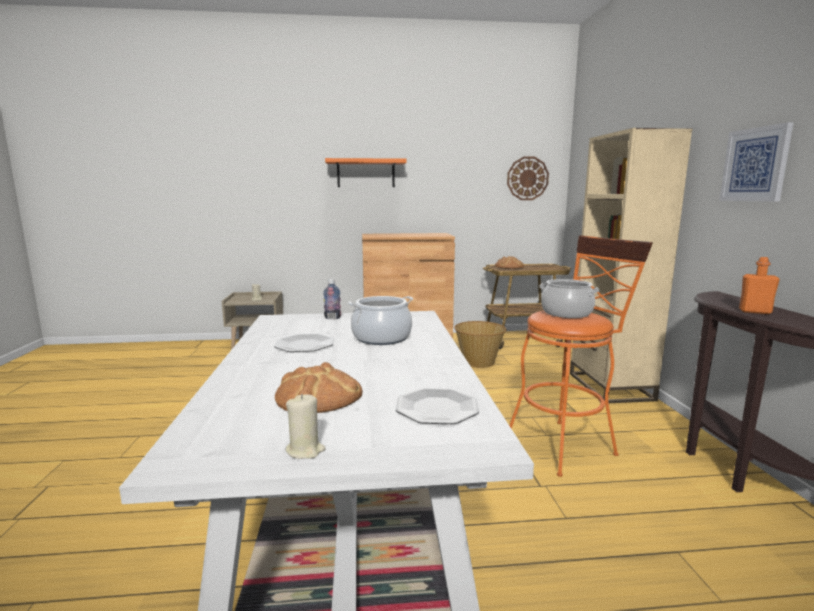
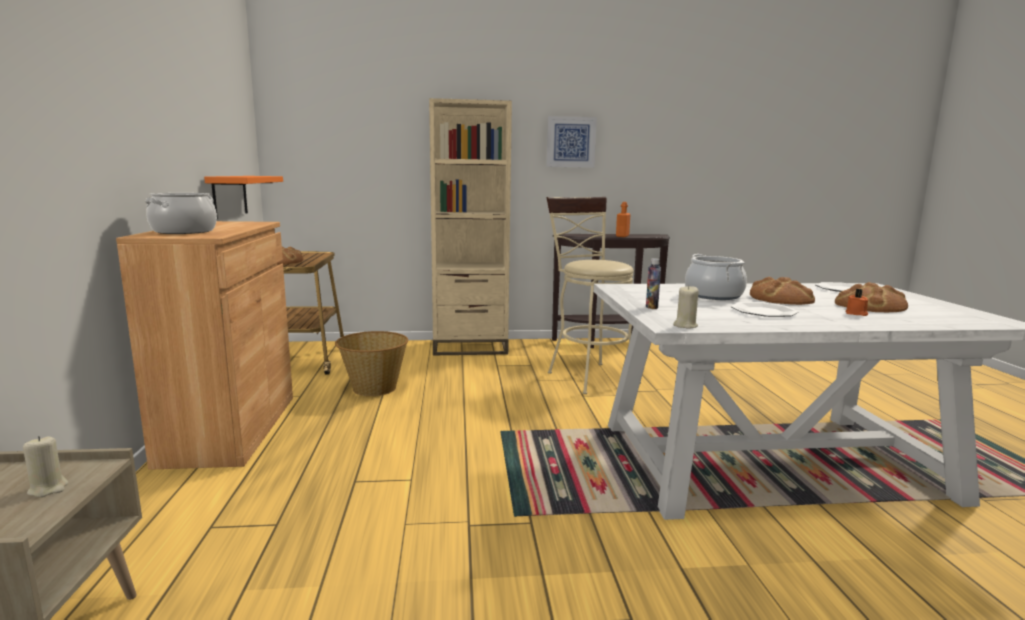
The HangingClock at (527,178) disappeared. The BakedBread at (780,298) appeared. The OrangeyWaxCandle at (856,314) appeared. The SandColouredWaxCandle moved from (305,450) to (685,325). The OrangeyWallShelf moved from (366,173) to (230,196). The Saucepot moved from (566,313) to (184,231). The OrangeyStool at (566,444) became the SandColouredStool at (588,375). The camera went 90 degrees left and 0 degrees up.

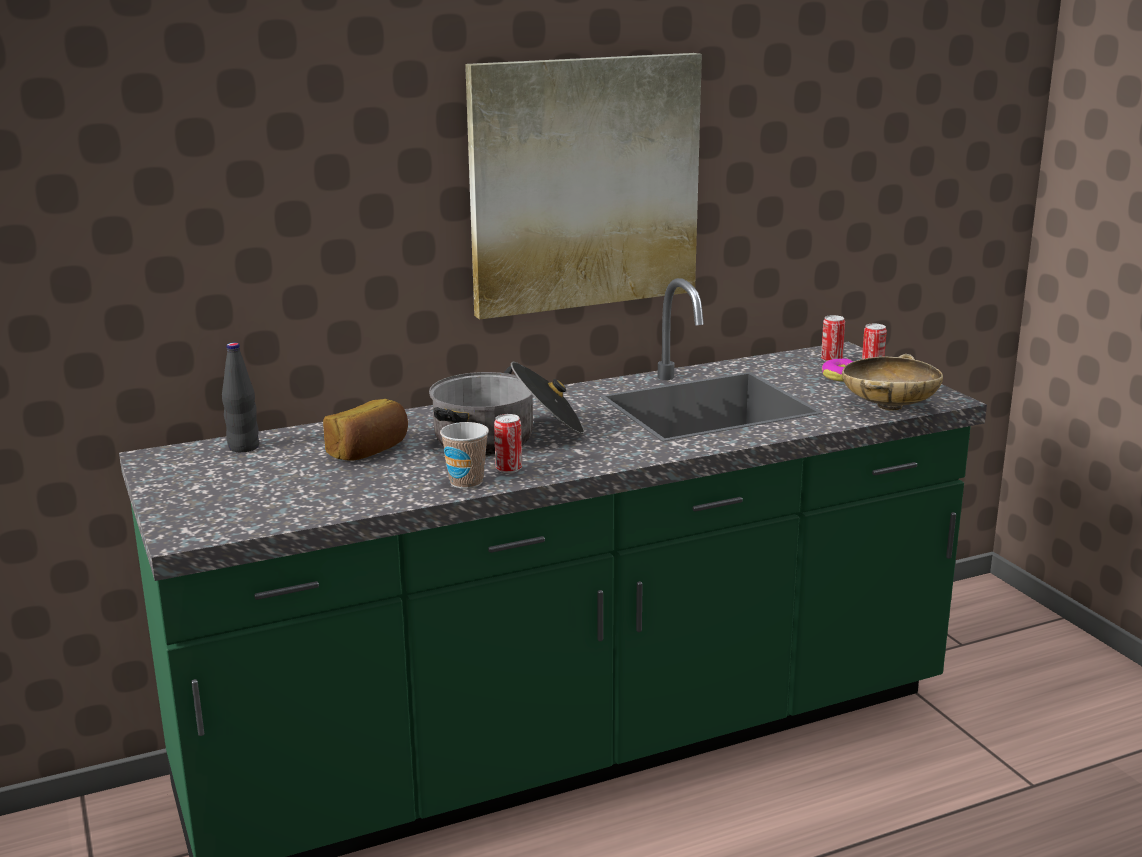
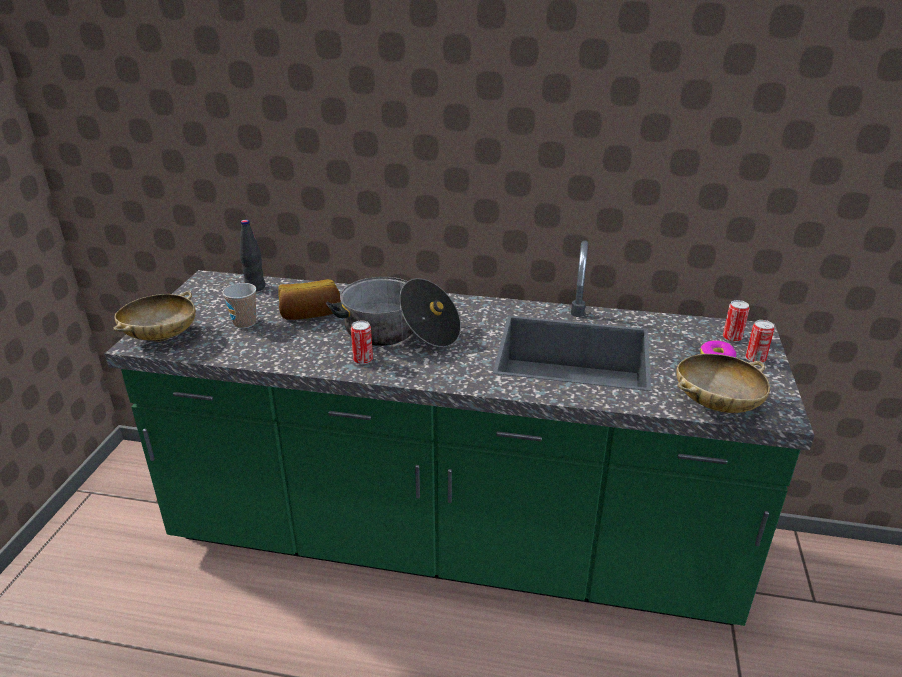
The WallArt at (584,184) disappeared. The SandColouredBowl at (160,337) appeared. The SmallCup moved from (466,482) to (244,323). The camera went 35 degrees right and 10 degrees up.

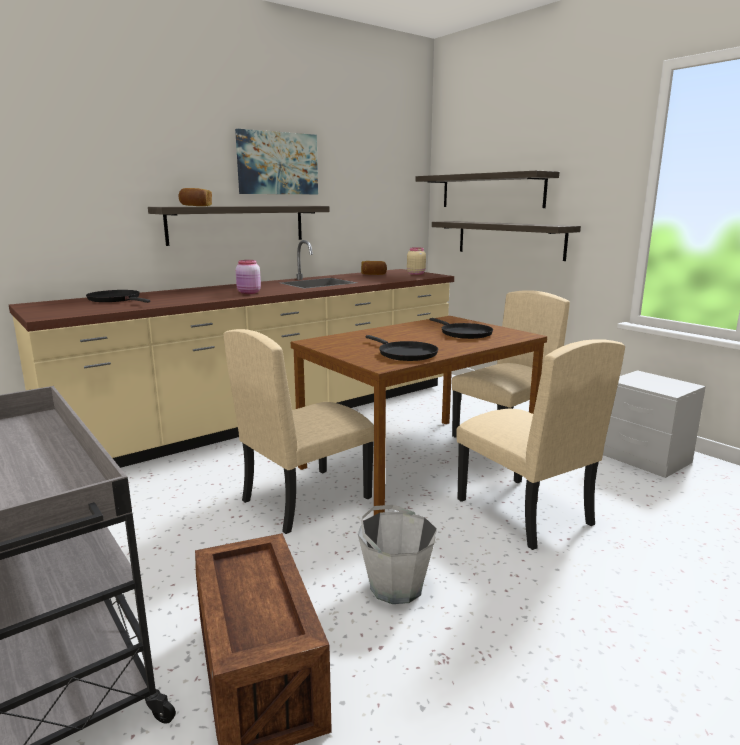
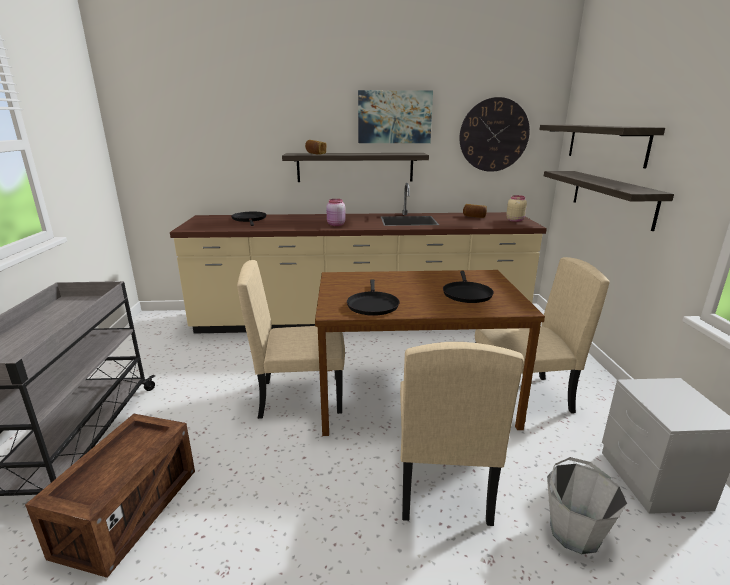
The HangingClock at (494,135) appeared. The GreyWaterBucket moved from (396,586) to (575,532). The camera went 35 degrees right and 5 degrees up.

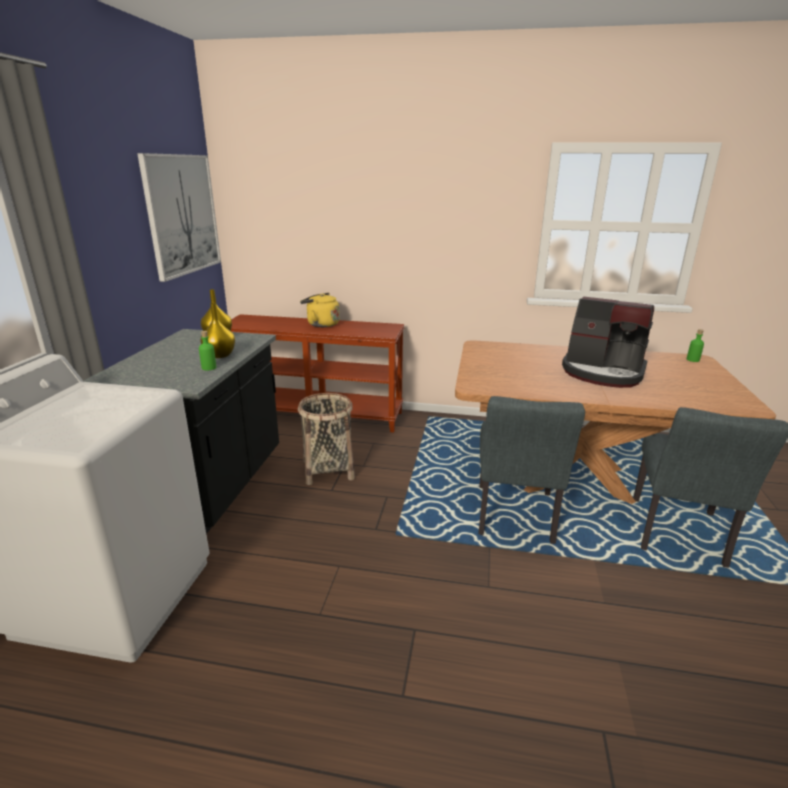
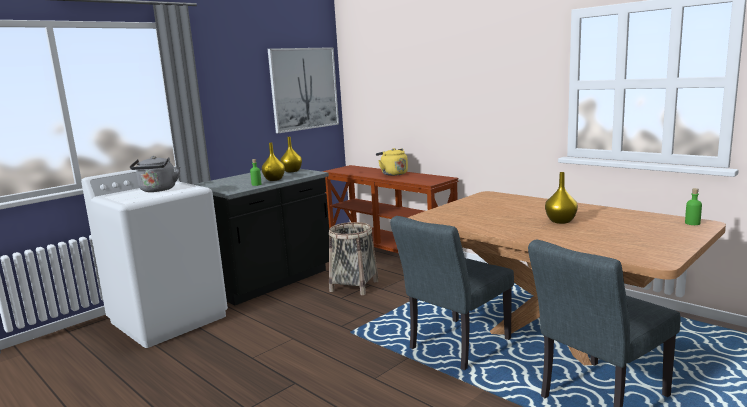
The GreyWaterKettle at (157,190) appeared. The CoffeeMachine at (603,372) was replaced by the YellowColouredFlowerVase at (561,221). The camera went 35 degrees right and 10 degrees down.

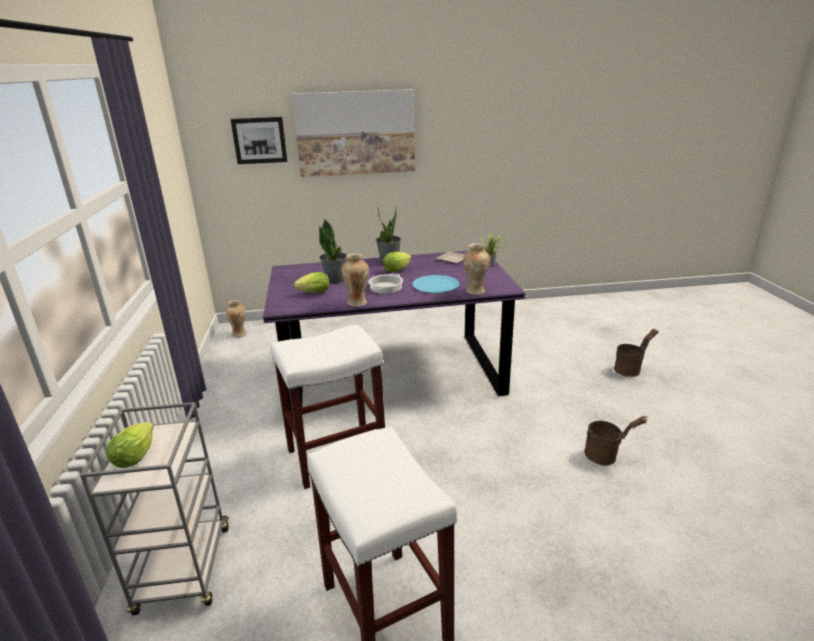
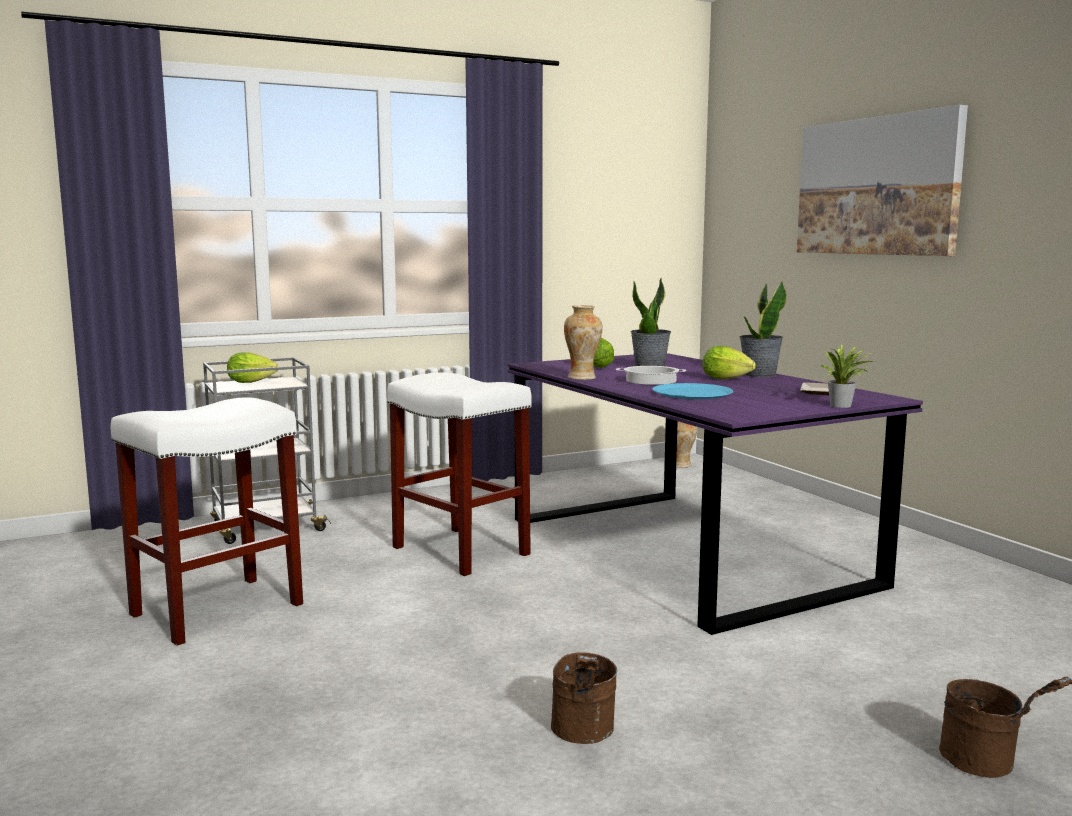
The WallArt at (259,140) disappeared. The FlowerVase at (475,291) disappeared. The camera went 70 degrees right and 15 degrees down.

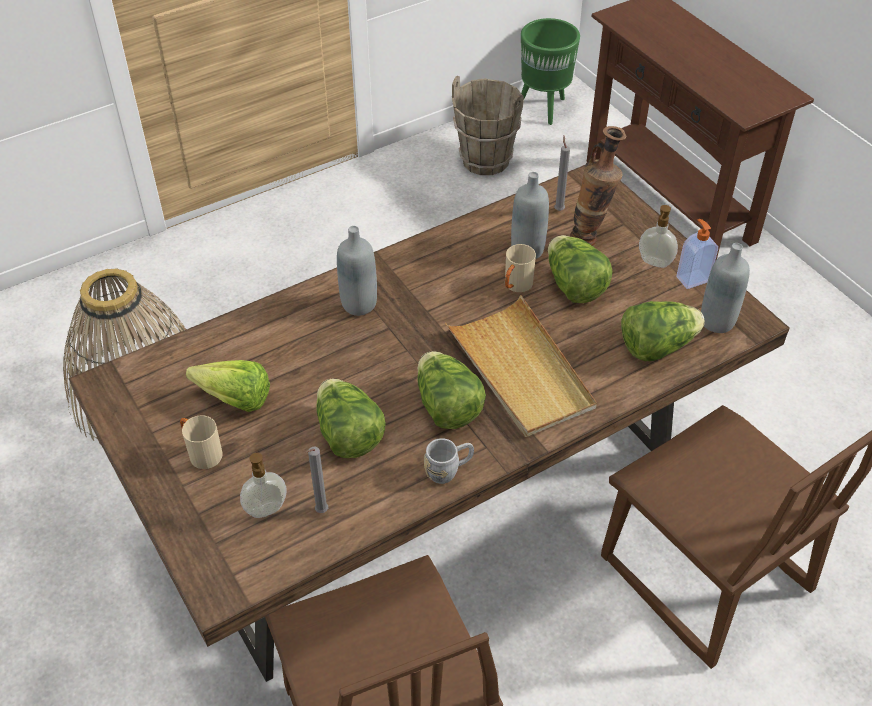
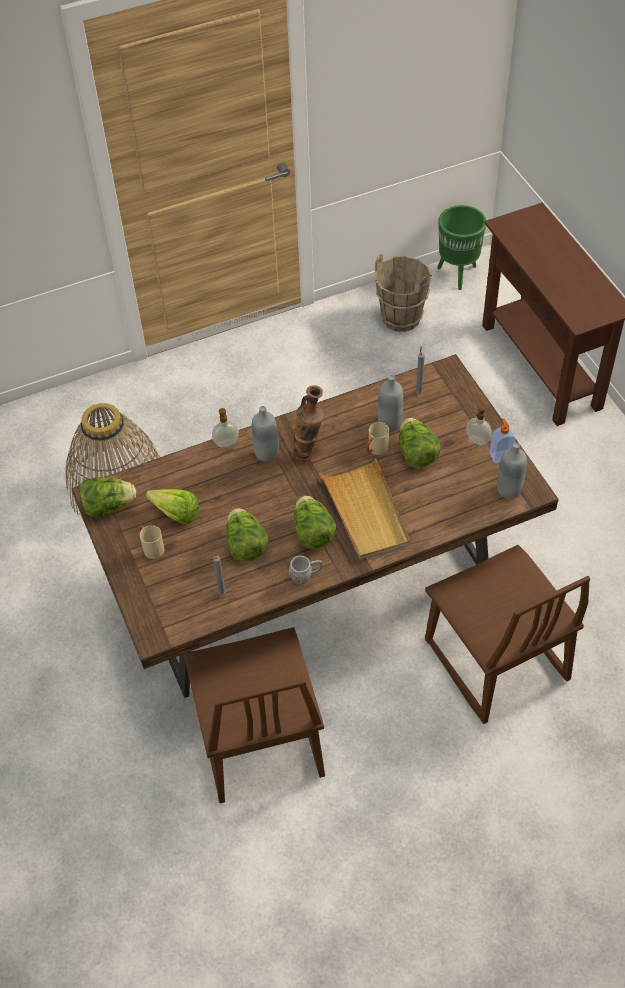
The SoapDispenser moved from (267,510) to (226,444). The FlowerVase moved from (591,237) to (309,454). The Lettuce moved from (657,346) to (108,506). The camera went 10 degrees right and 5 degrees up.

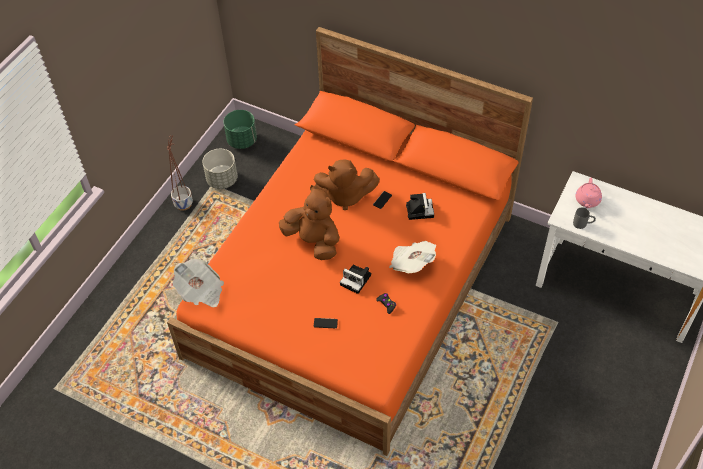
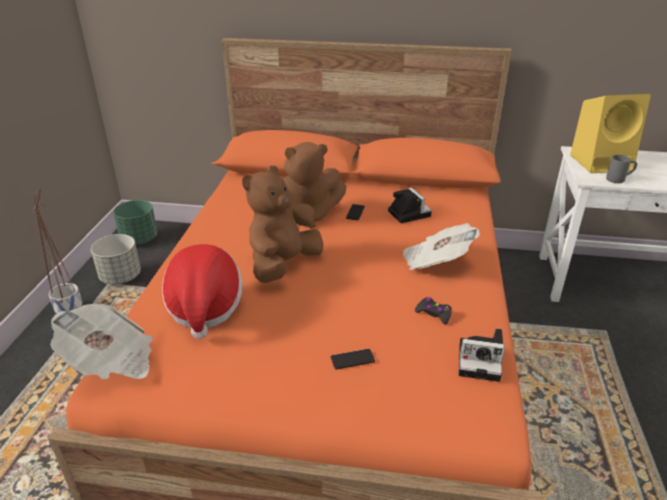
The Hat at (204,307) appeared. The PhotoCamera moved from (357,280) to (481,361). The PinkTeapot at (587,200) was replaced by the YellowColouredAudioSpeaker at (602,162). The BrownishPlushToy at (313,241) turned 75 degrees counterclockwise. The camera went 20 degrees left and 20 degrees down.

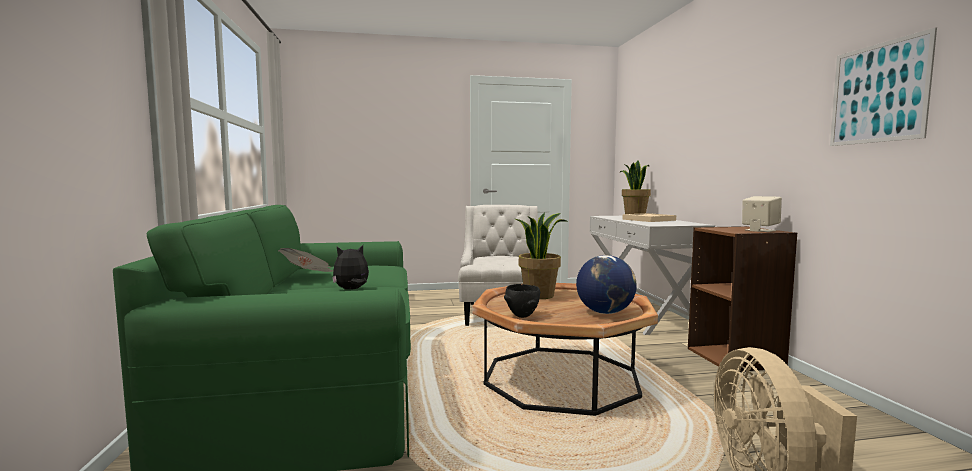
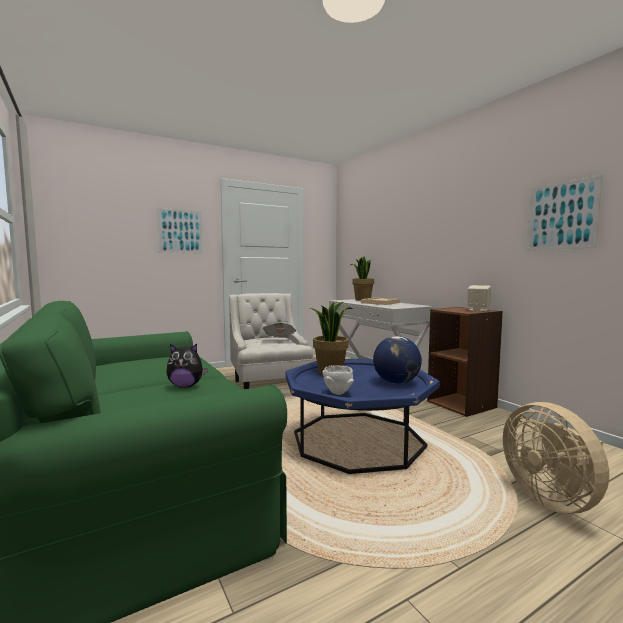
The WallArt at (180,231) appeared. The Newspaper moved from (307,276) to (280,340). The BrownishLoungeTable at (561,378) became the BluishLoungeTable at (358,440). The BlackishBowl at (522,316) became the WhiteBowl at (338,393). The PlushToy at (352,290) turned 135 degrees counterclockwise. The camera went 20 degrees left and 0 degrees up.

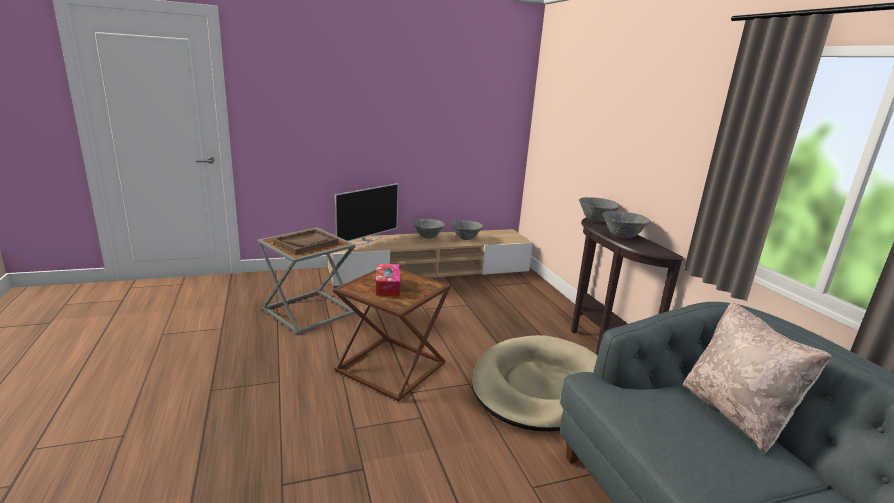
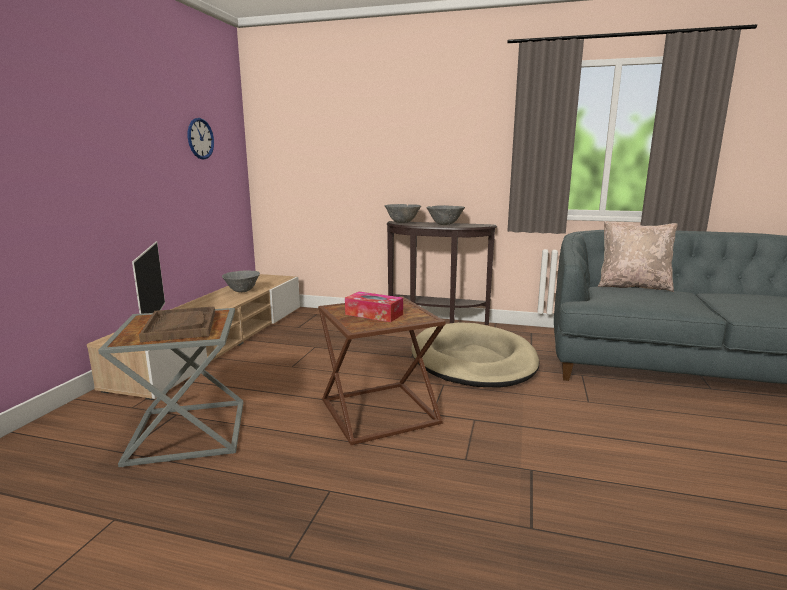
The GreyBowl at (428,237) disappeared. The HangingClock at (200,138) appeared. The camera went 55 degrees left and 5 degrees down.

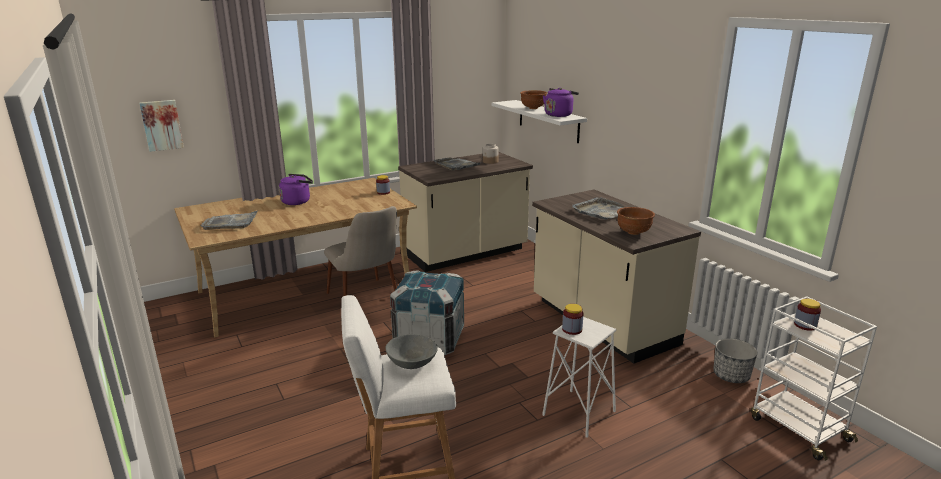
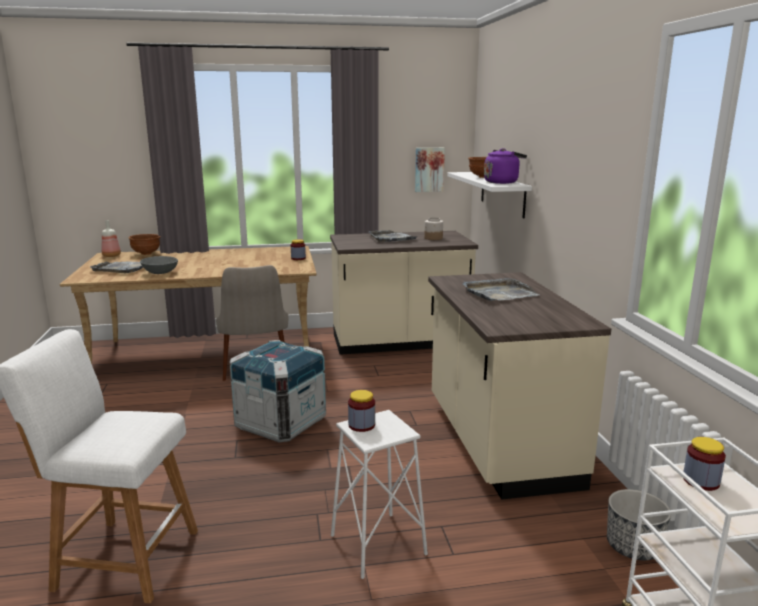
The PurpleColouredWaterKettle at (297,201) disappeared. The BeverageBottle at (111,256) appeared. The WallArt moved from (161,125) to (429,169). The GreyBowl moved from (411,363) to (160,272). The BrownishBowl moved from (634,232) to (146,254). The camera went 20 degrees right and 5 degrees down.

